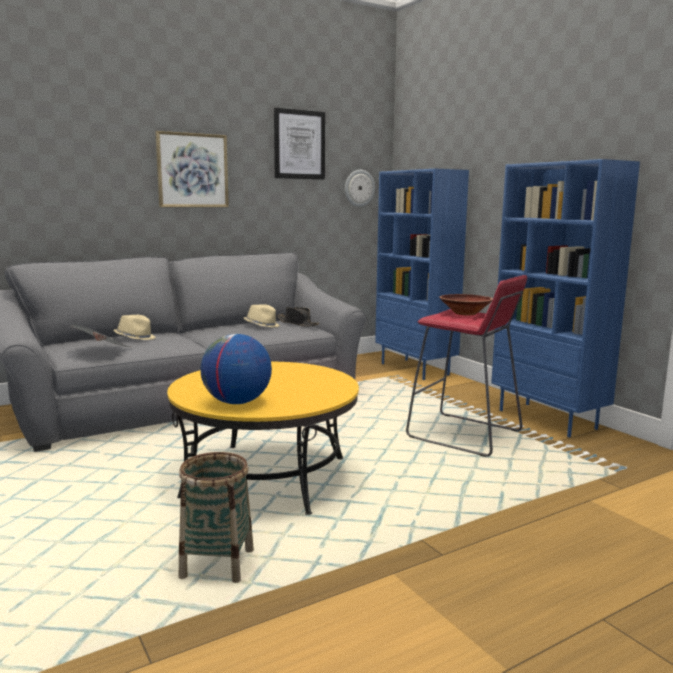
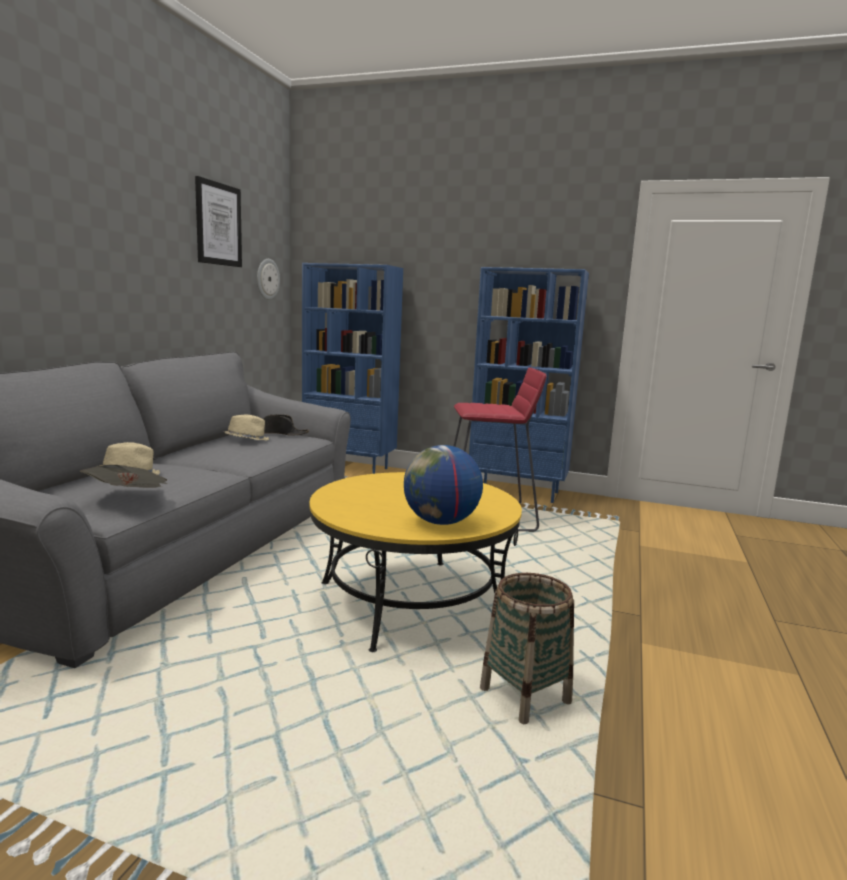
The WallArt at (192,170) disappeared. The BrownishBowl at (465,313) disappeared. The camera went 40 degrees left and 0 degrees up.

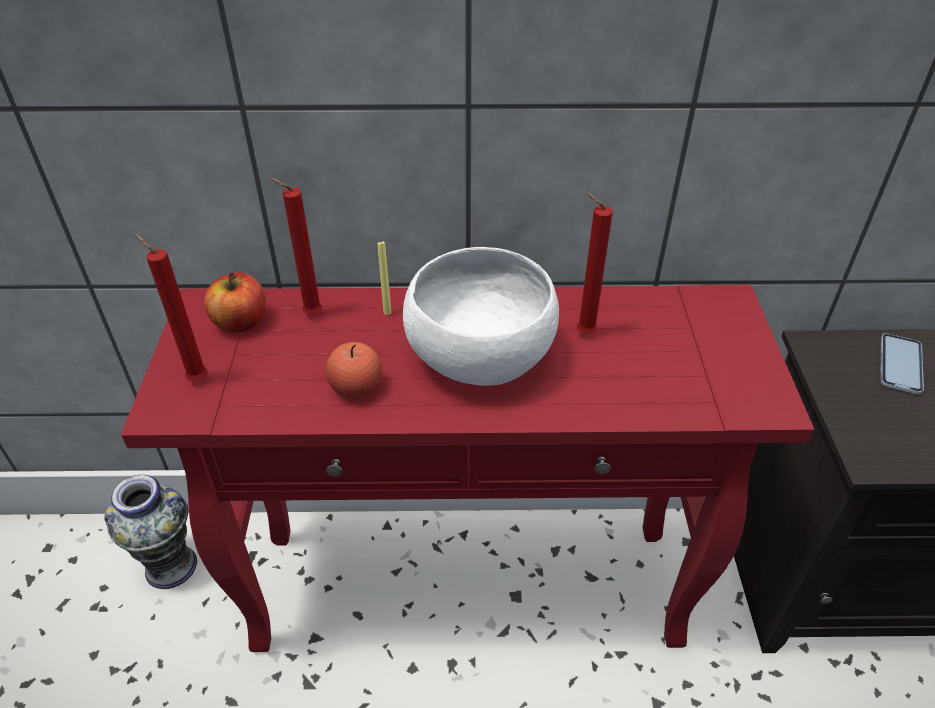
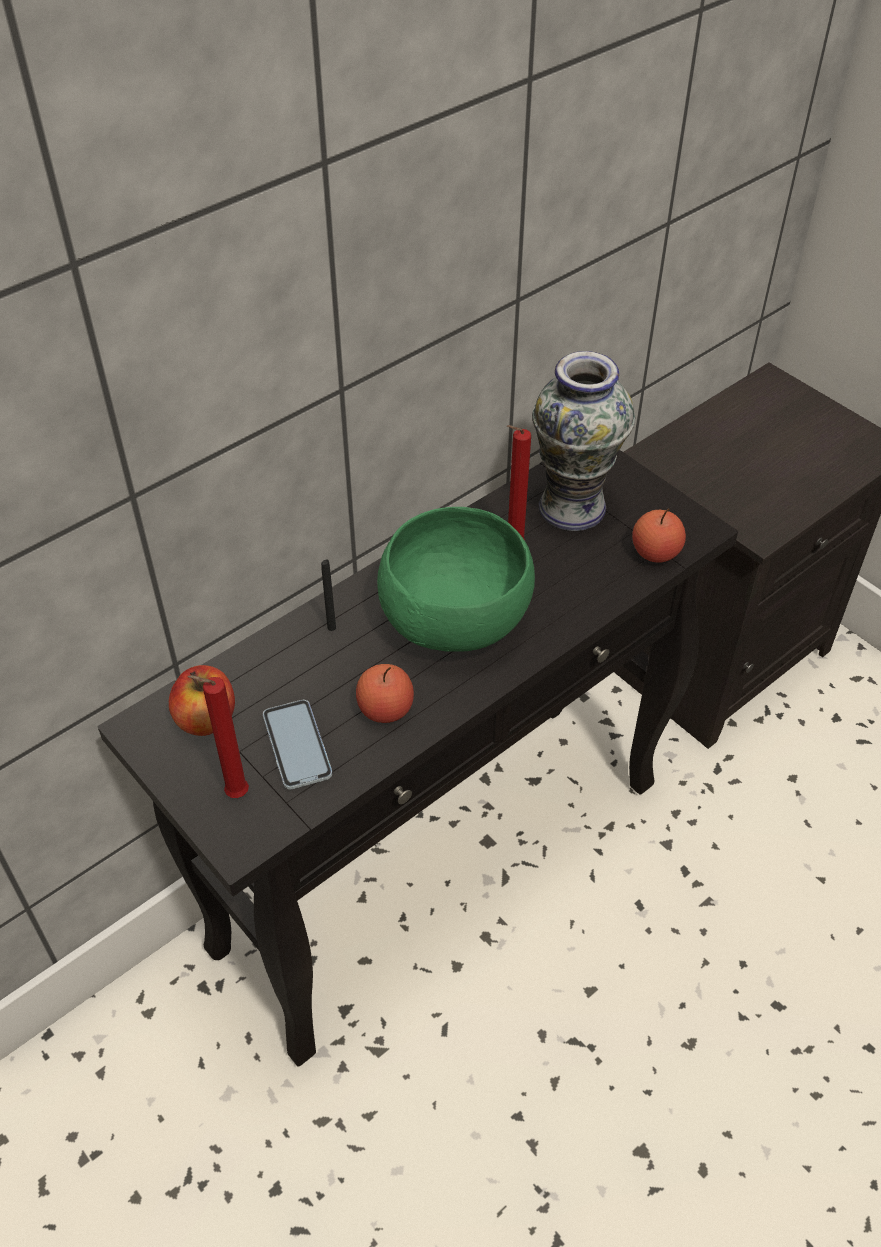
The ReddishWaxCandle at (309,314) disappeared. The Apple at (655,552) appeared. The FlowerVase moved from (171,566) to (571,506). The Handset moved from (900,365) to (297,745). The ReddishHallTable at (471,587) became the BlackishHallTable at (442,861). The YellowColouredWaxCandle at (387,312) became the BlackishWaxCandle at (331,627). The WhiteBowl at (479,356) became the GreenColouredBowl at (454,619). The camera went 40 degrees left and 5 degrees up.

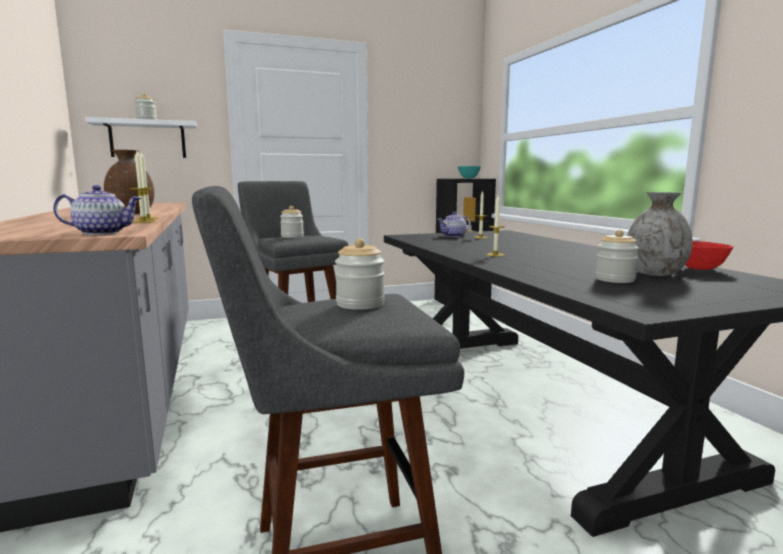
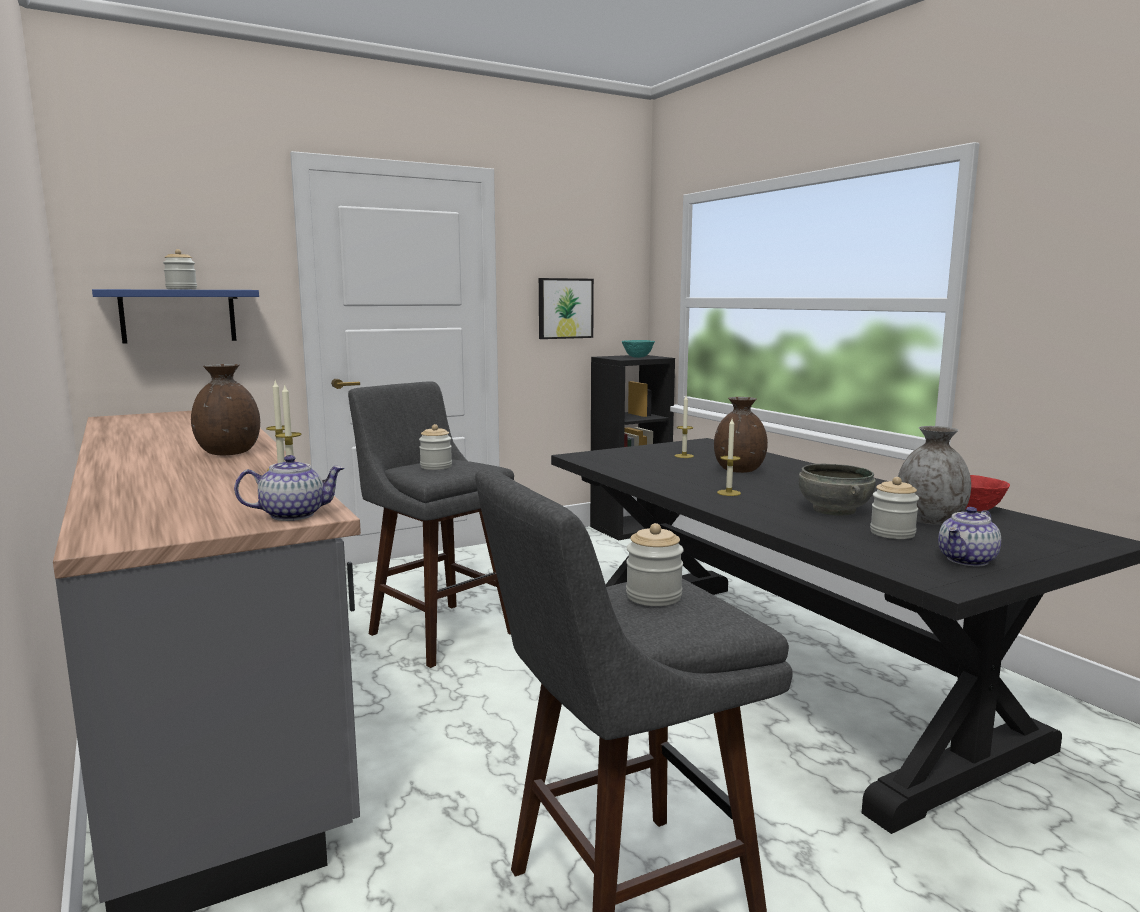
The WallArt at (564,308) appeared. The BrownishFlowerVase at (739,470) appeared. The GreyBowl at (833,510) appeared. The Teapot moved from (453,236) to (967,560). The WhiteWallShelf at (148,140) became the BluishWallShelf at (178,316). The camera went 10 degrees left and 0 degrees up.

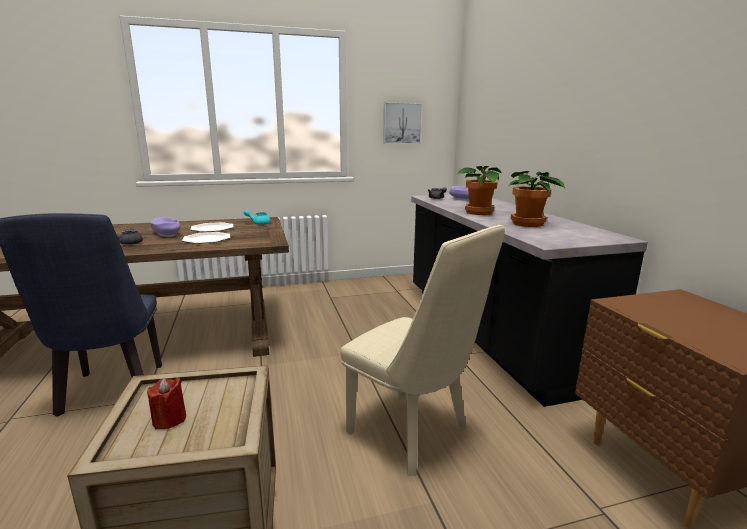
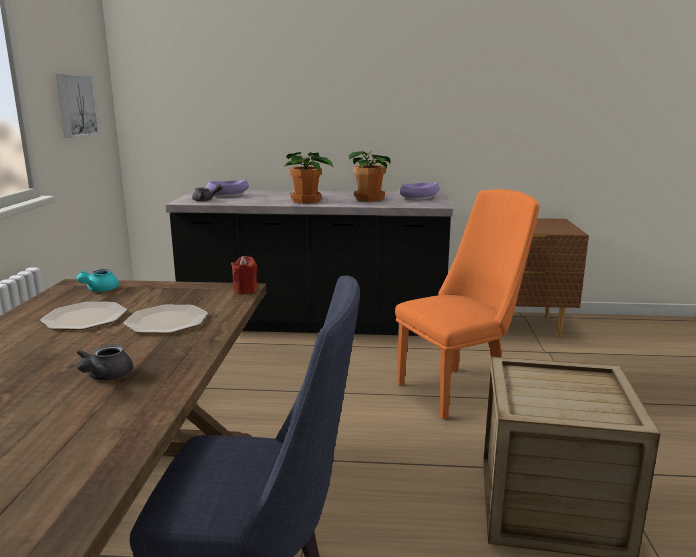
The ReddishWaxCandle moved from (169,419) to (245,290). The PurpleColouredBowl moved from (167,234) to (419,198). The SandColouredChair at (415,434) became the OrangeyChair at (458,390). The camera went 70 degrees left and 0 degrees up.

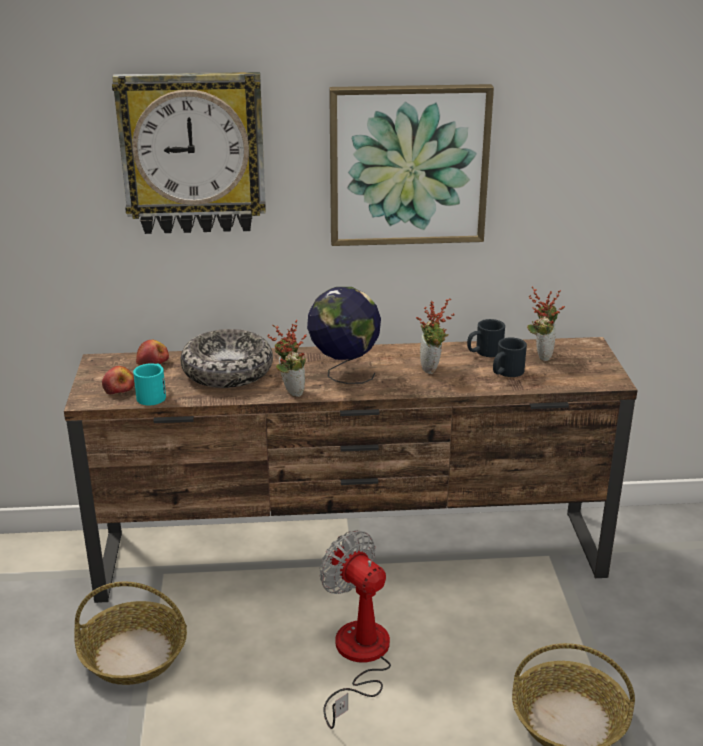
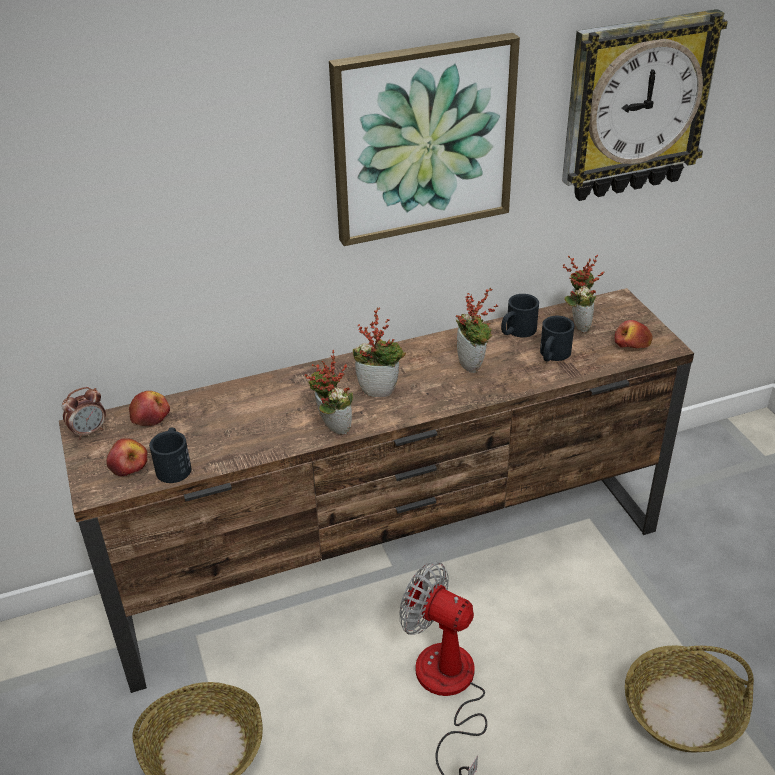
The Bowl at (227,371) disappeared. The TableClock at (89,432) appeared. The Apple at (632,344) appeared. The HangingClock moved from (193,153) to (635,107). The WorldGlobe at (344,373) was replaced by the PottedPlant at (380,390). The BlueGreenTeaMug at (153,394) became the BlackishTeaMug at (174,465). The camera went 15 degrees left and 10 degrees up.

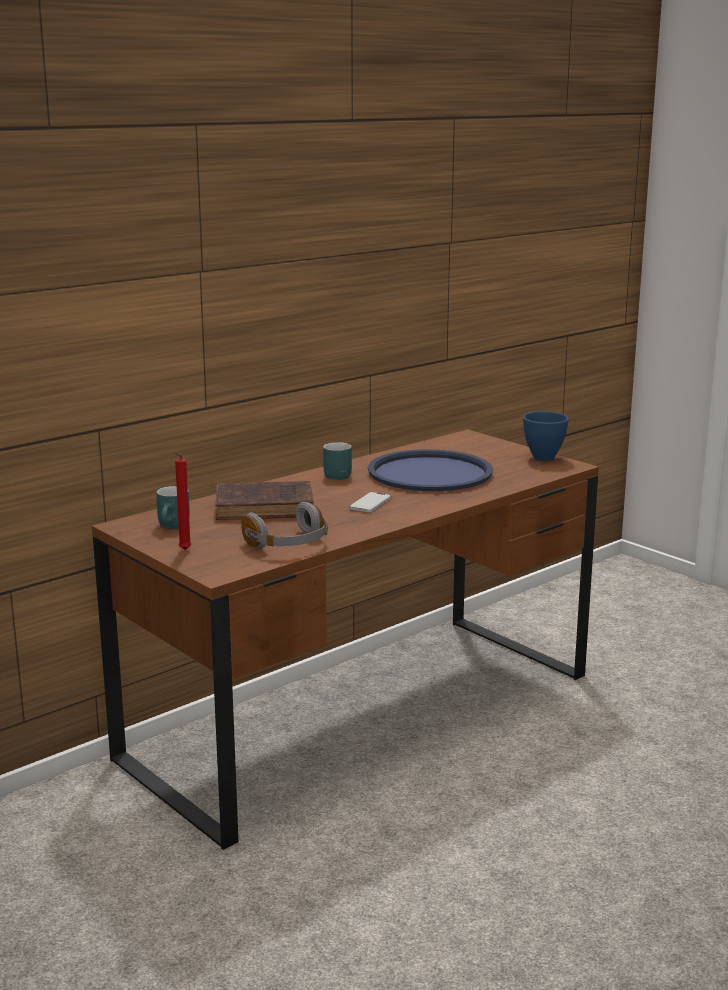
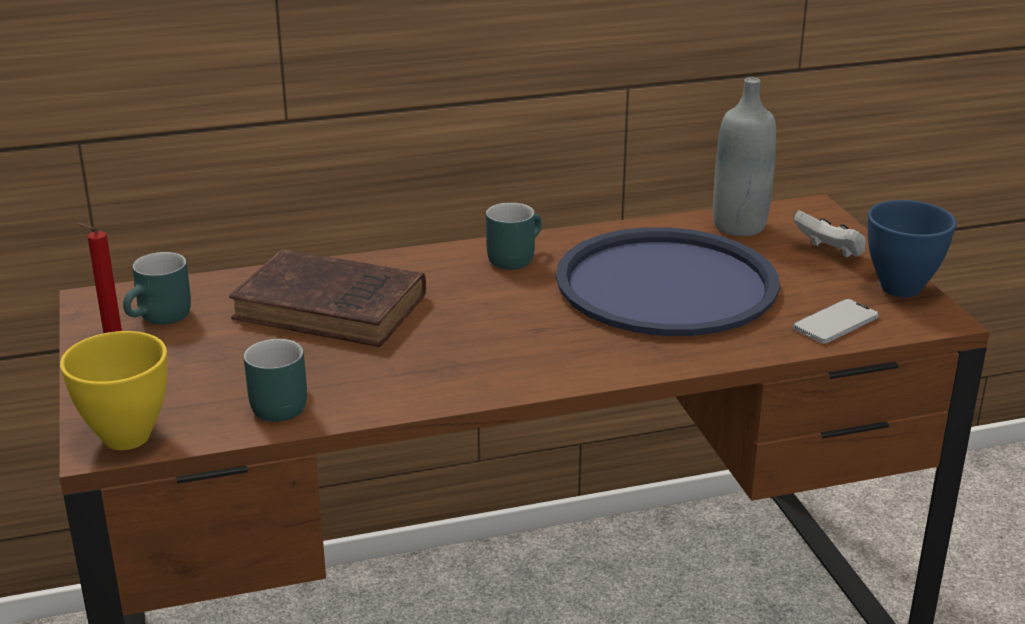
The YellowColouredBowl at (124,437) appeared. The GreyBeverageBottle at (739,226) appeared. The WhiteGameController at (829,253) appeared. The Handset moved from (370,503) to (835,323). The GreyHeadset at (289,544) was replaced by the BlueGreenTeaMug at (279,403). The camera went 25 degrees right and 10 degrees up.

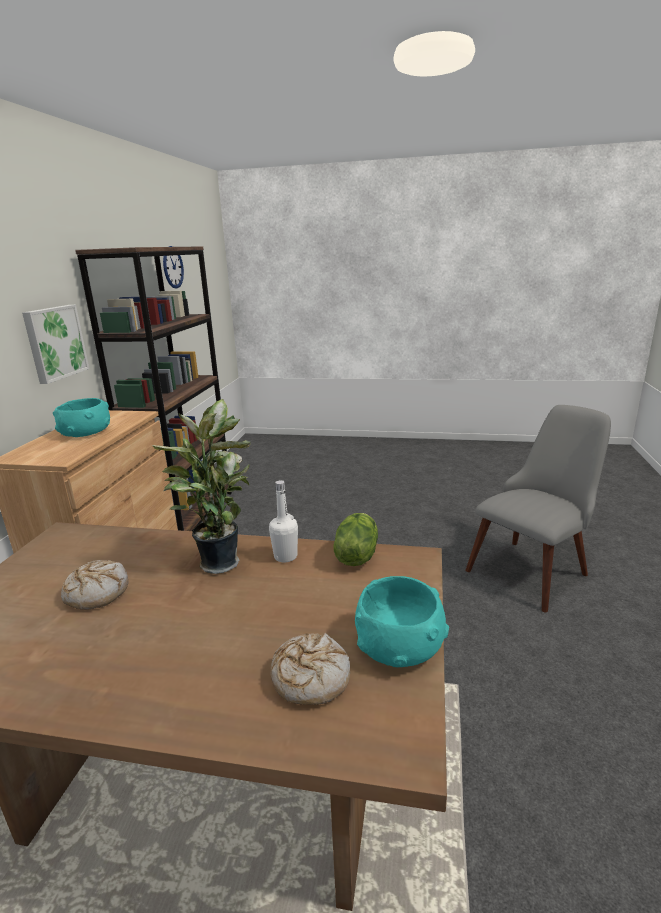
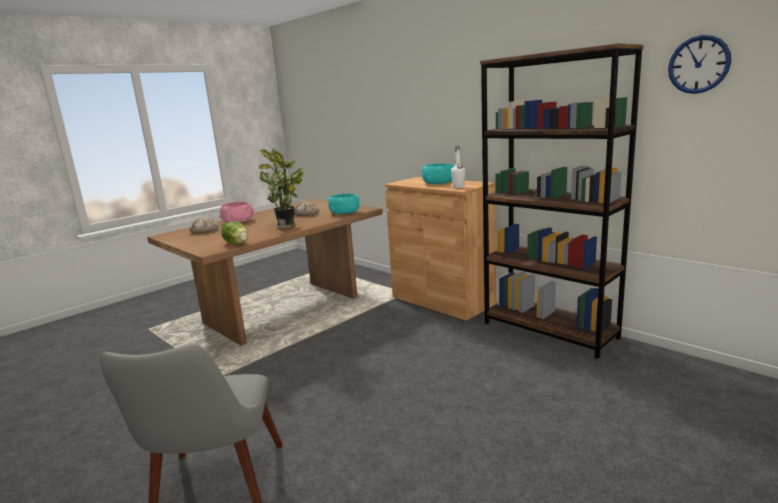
The WallArt at (54,342) disappeared. The PinkBowl at (238,221) appeared. The WhiteBeverageBottle moved from (285,556) to (458,187). The BlueGreenBowl moved from (400,643) to (344,213). The camera went 125 degrees right and 5 degrees down.

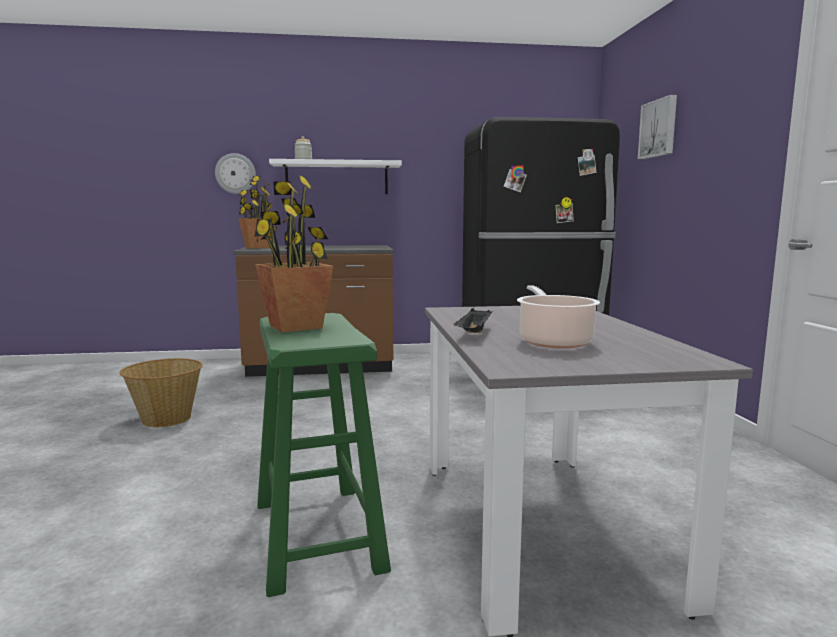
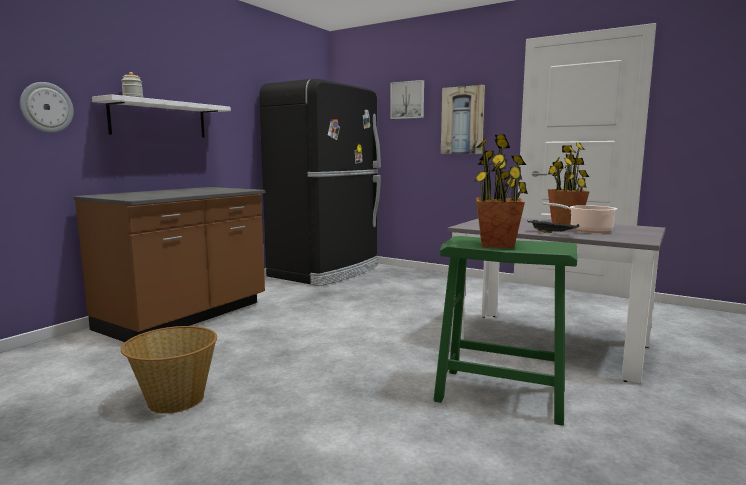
The WallArt at (462,120) appeared. The PottedPlant moved from (257,247) to (565,223). The camera went 50 degrees left and 0 degrees up.

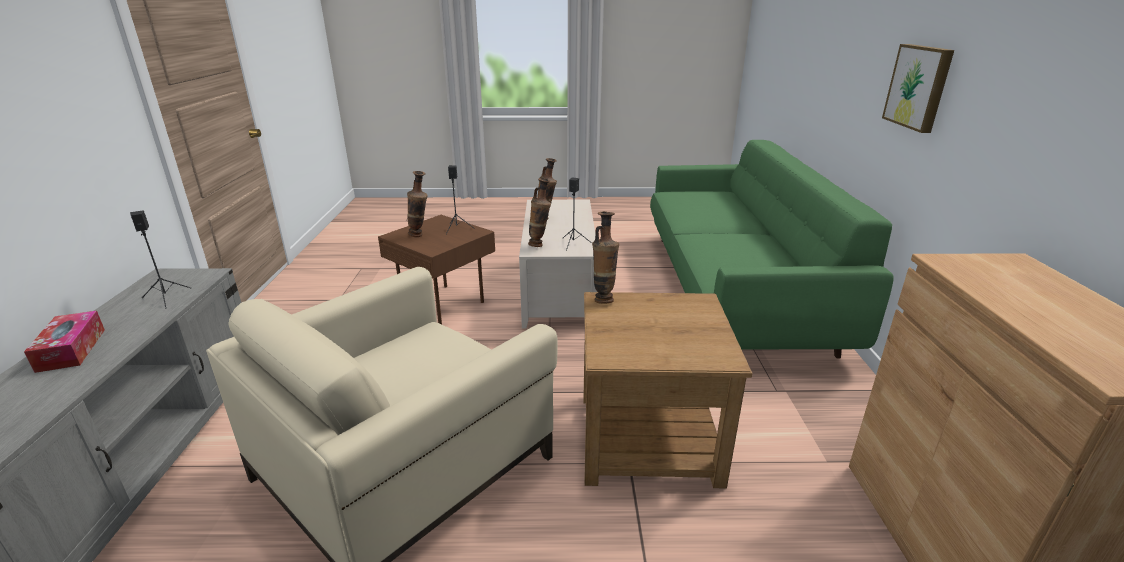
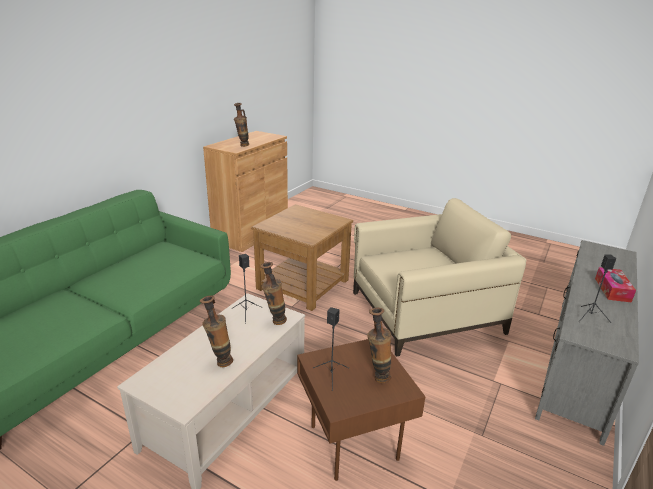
The WallArt at (919,87) disappeared. The FlowerVase moved from (603,298) to (242,146). The camera went 150 degrees left and 0 degrees up.

